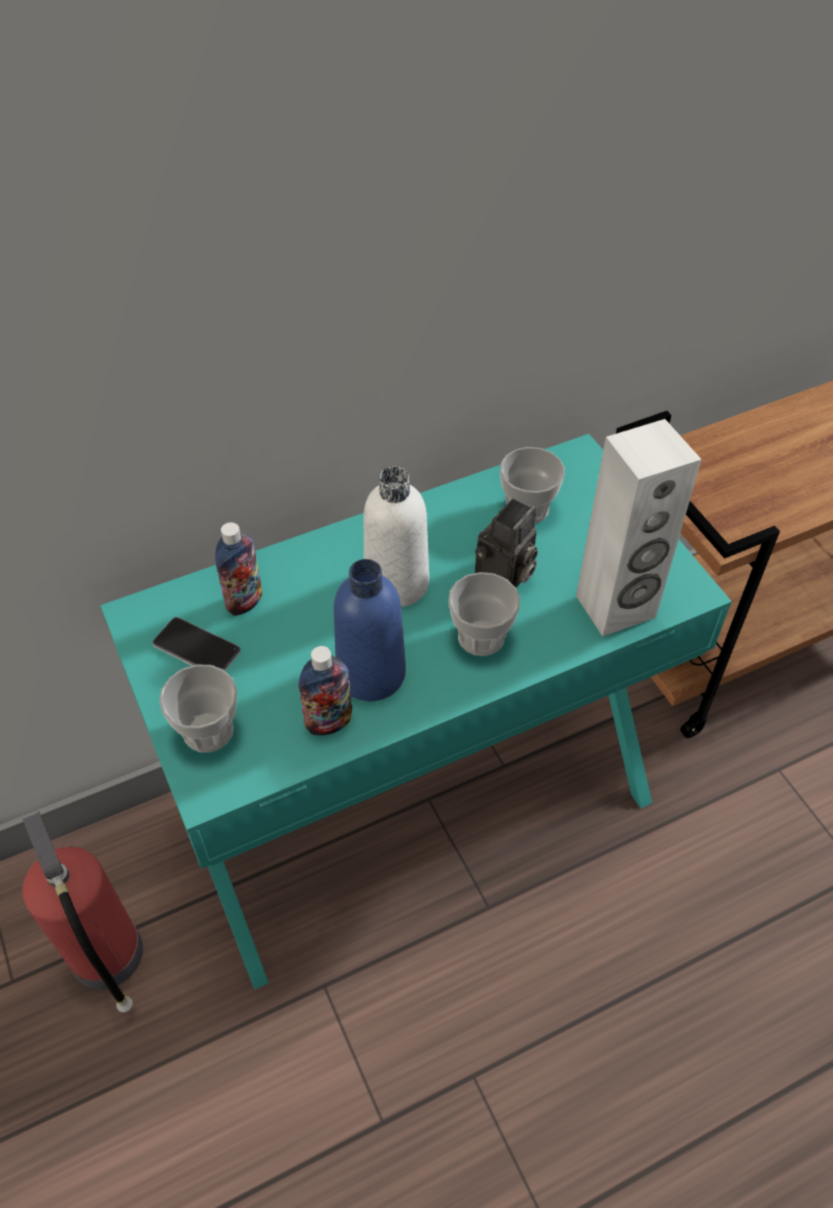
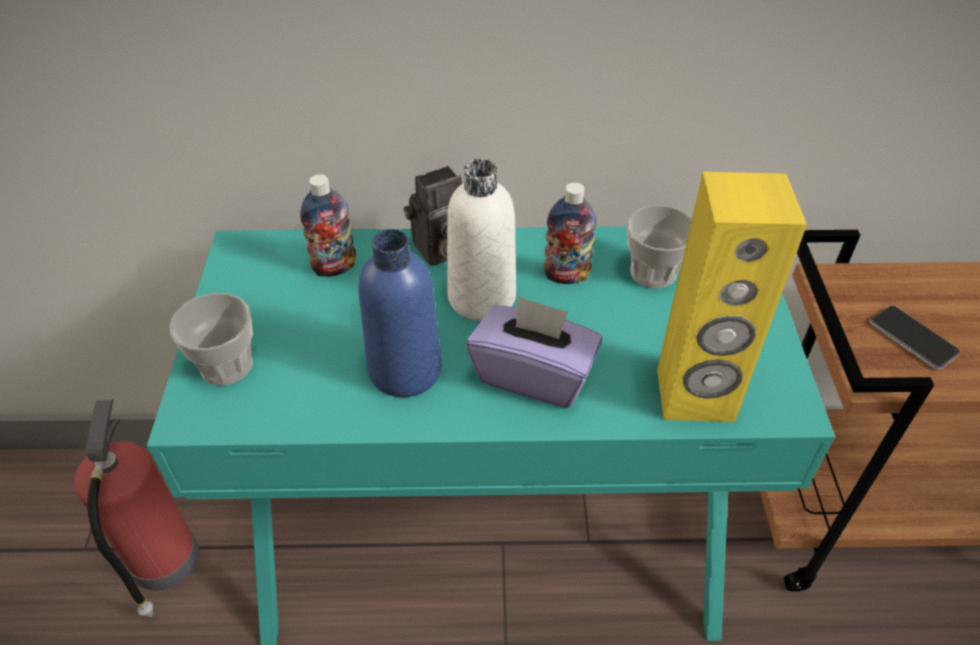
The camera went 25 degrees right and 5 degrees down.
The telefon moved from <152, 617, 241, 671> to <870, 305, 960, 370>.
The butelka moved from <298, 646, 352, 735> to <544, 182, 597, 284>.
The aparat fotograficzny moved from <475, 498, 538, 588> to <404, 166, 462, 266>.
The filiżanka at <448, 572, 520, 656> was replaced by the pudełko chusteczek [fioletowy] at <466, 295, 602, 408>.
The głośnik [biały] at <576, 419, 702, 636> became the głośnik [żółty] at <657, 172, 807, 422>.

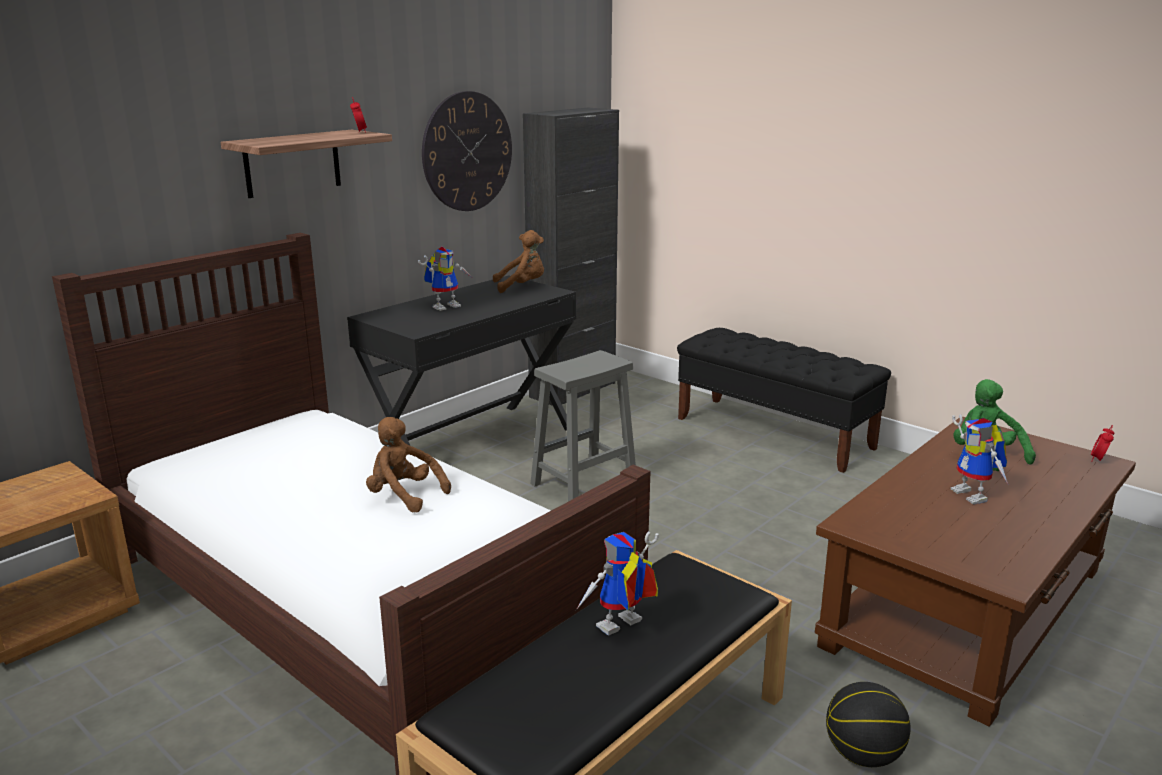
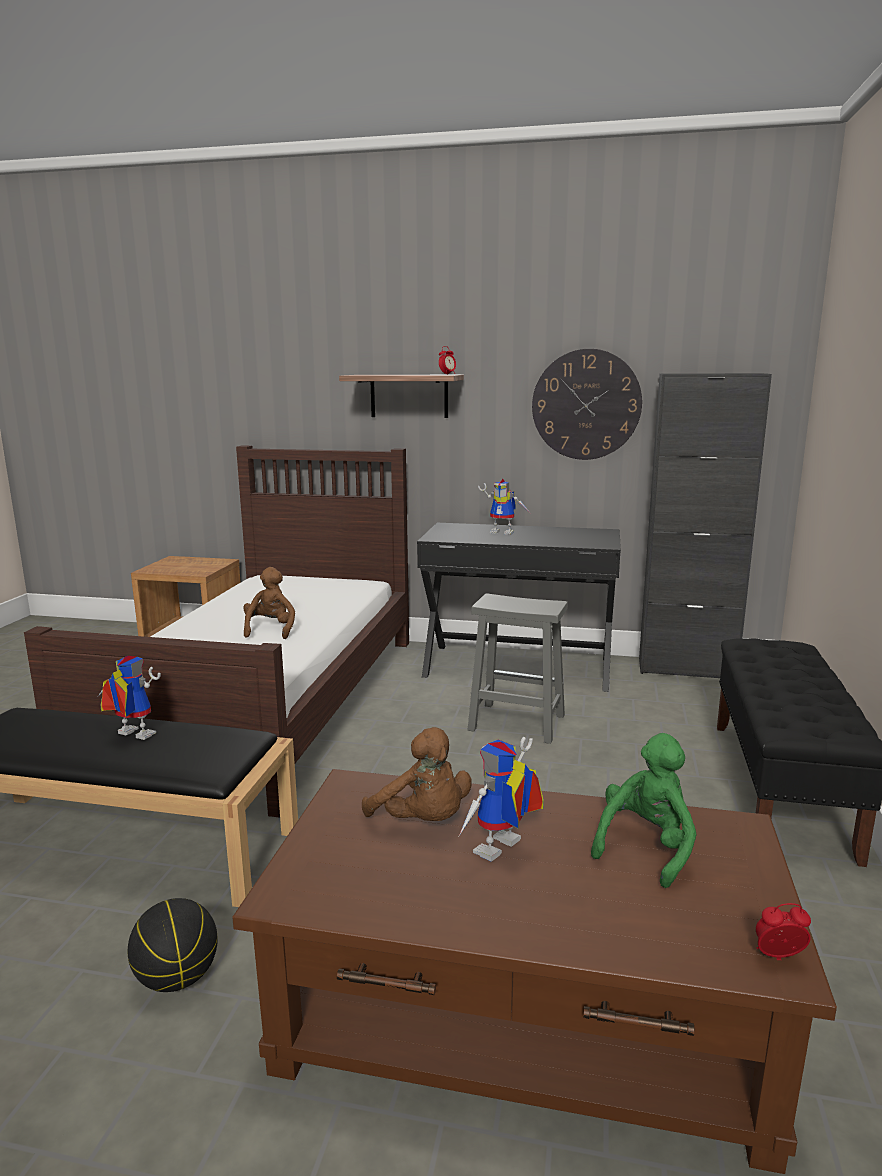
The camera went 60 degrees right and 5 degrees down.
The pluszak [brązowy] moved from <493, 230, 544, 293> to <362, 727, 472, 821>.

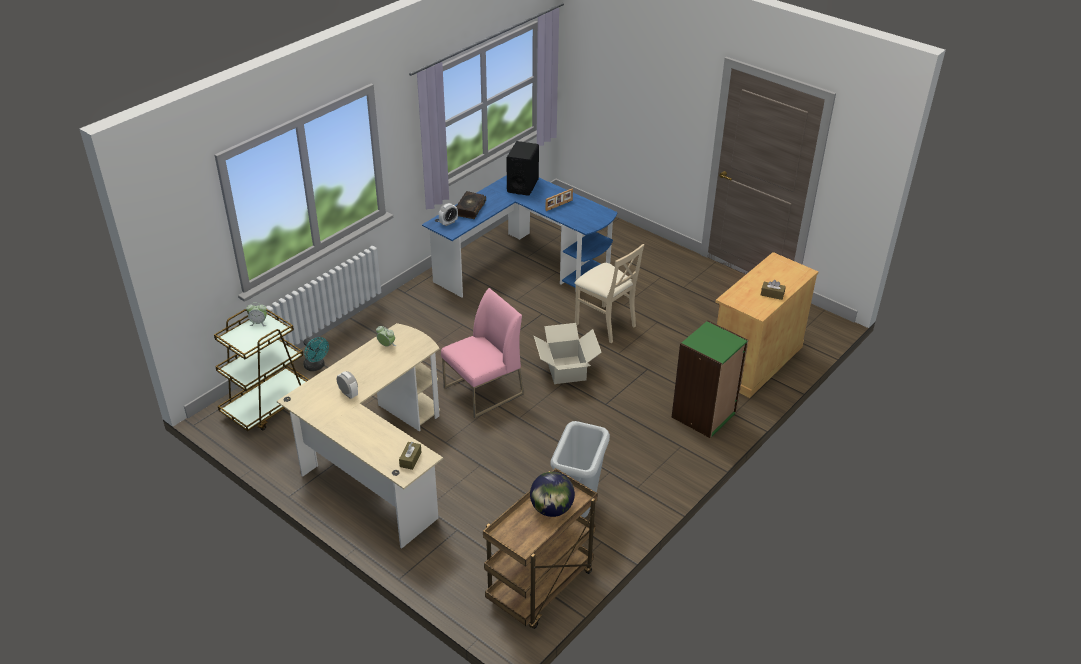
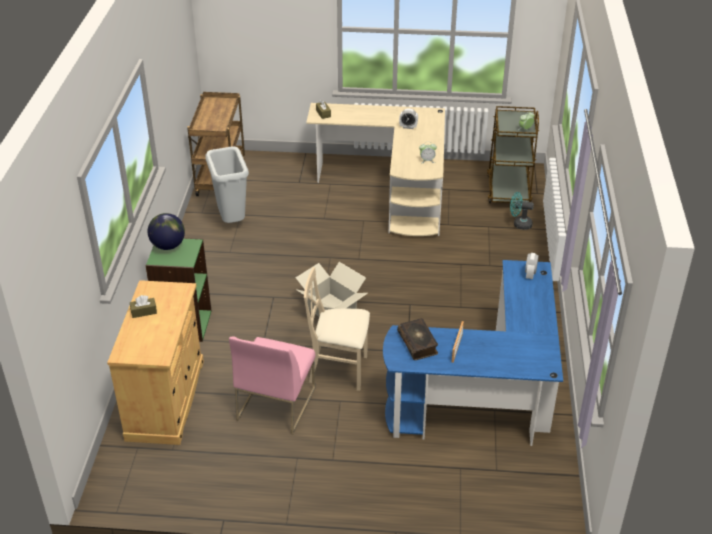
The camera went 145 degrees right and 0 degrees up.
The głośnik [czarny] at <506, 141, 539, 196> disappeared.
The krzesło [różowy] moved from <441, 288, 524, 418> to <229, 336, 315, 434>.
The książka moved from <456, 191, 486, 219> to <397, 318, 438, 360>.
The globus moved from <530, 471, 575, 517> to <148, 213, 185, 250>.

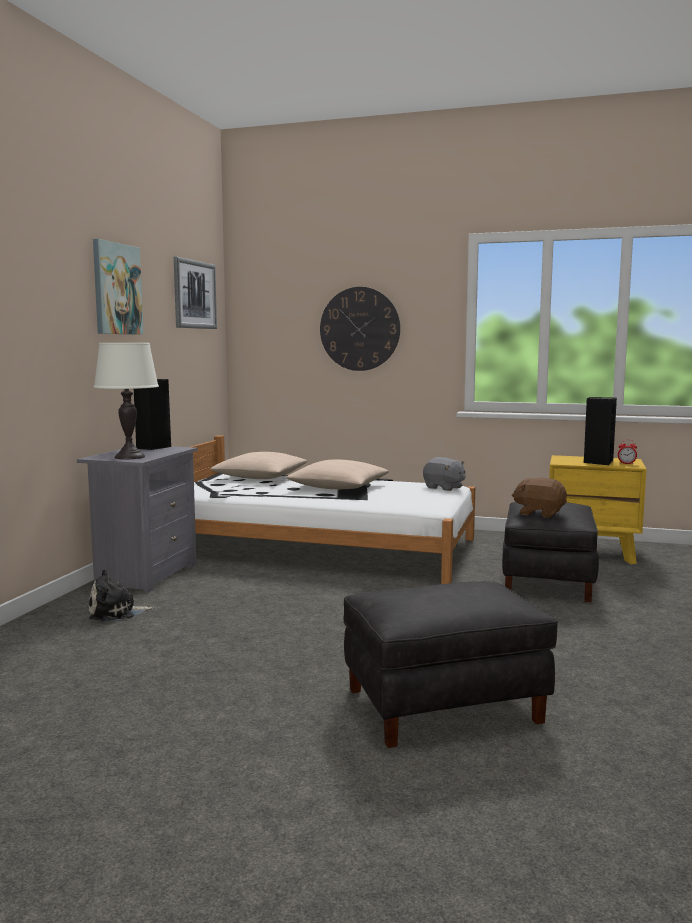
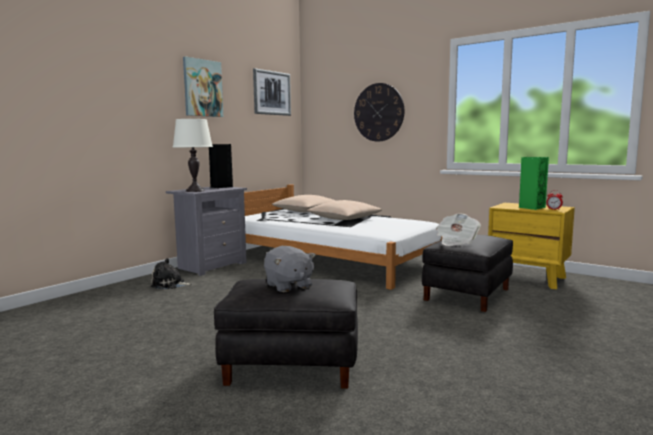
The camera went 20 degrees right and 0 degrees up.
The pluszak [szary] moved from <423, 457, 466, 491> to <264, 246, 316, 292>.
The pluszak [brązowy] at <512, 478, 567, 518> was replaced by the gazeta at <436, 213, 481, 246>.
The głośnik [czarny] at <584, 397, 617, 465> became the głośnik [zielony] at <519, 157, 549, 210>.

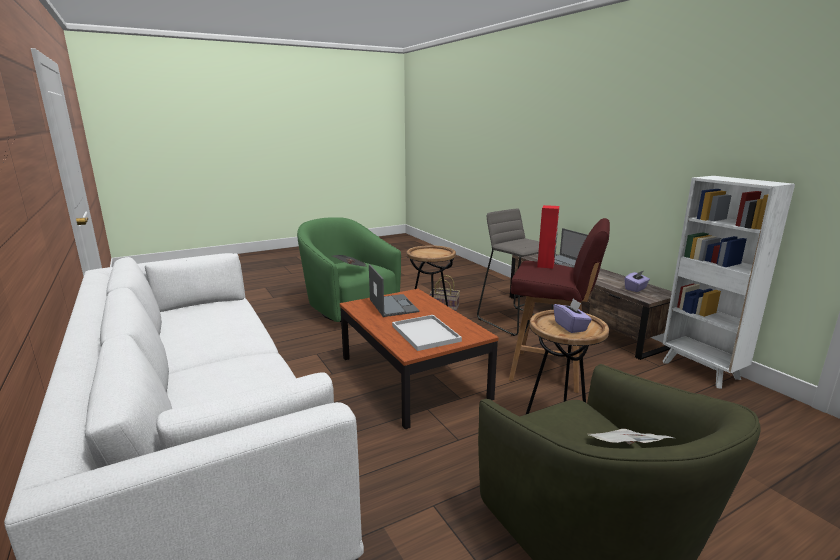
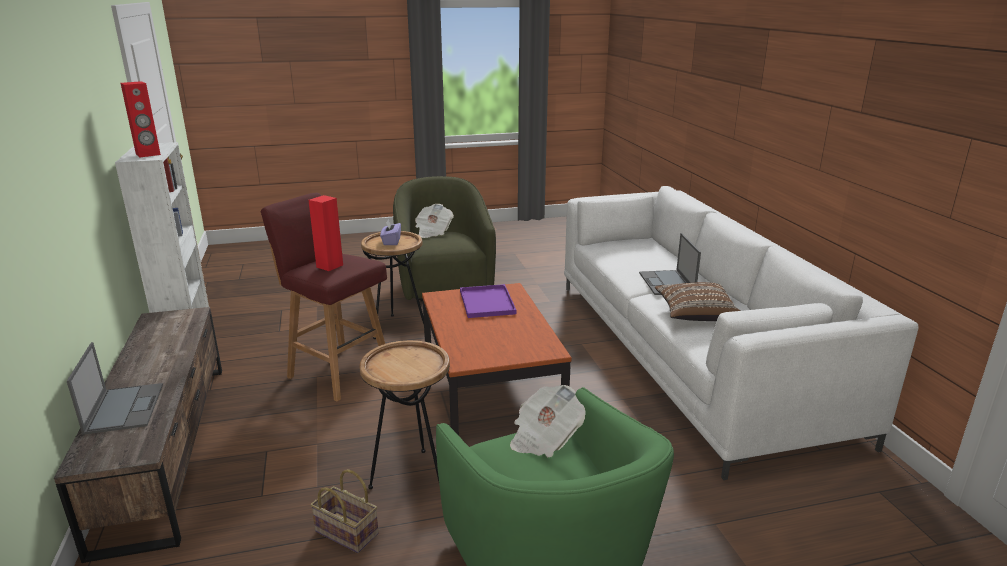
The camera went 165 degrees left and 5 degrees up.
The stołek [szary] at <477, 209, 553, 336> disappeared.
The pudełko chusteczek [fioletowy] at <625, 271, 650, 292> disappeared.
The głośnik [czerwony] at <121, 81, 161, 157> appeared.
The poduszka [brązowy] at <655, 282, 740, 321> appeared.
The laptop moved from <369, 264, 419, 317> to <639, 233, 701, 295>.
The taca [biały] at <392, 315, 462, 351> became the taca [fioletowy] at <460, 284, 516, 318>.

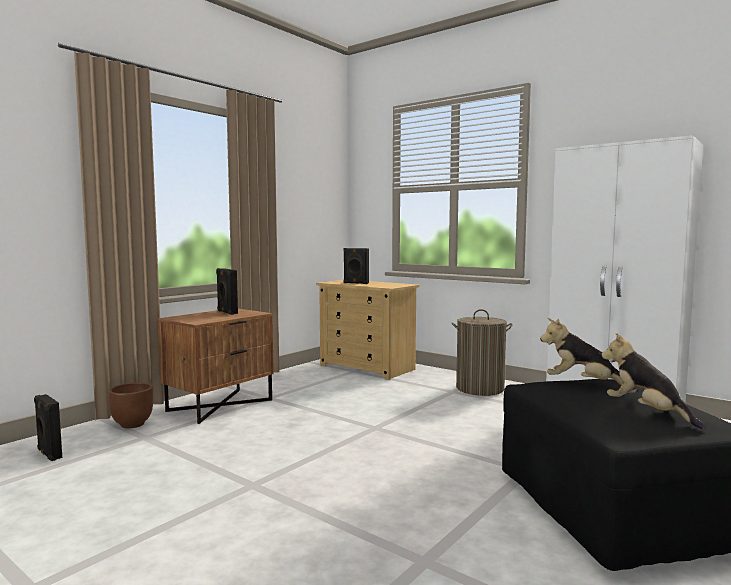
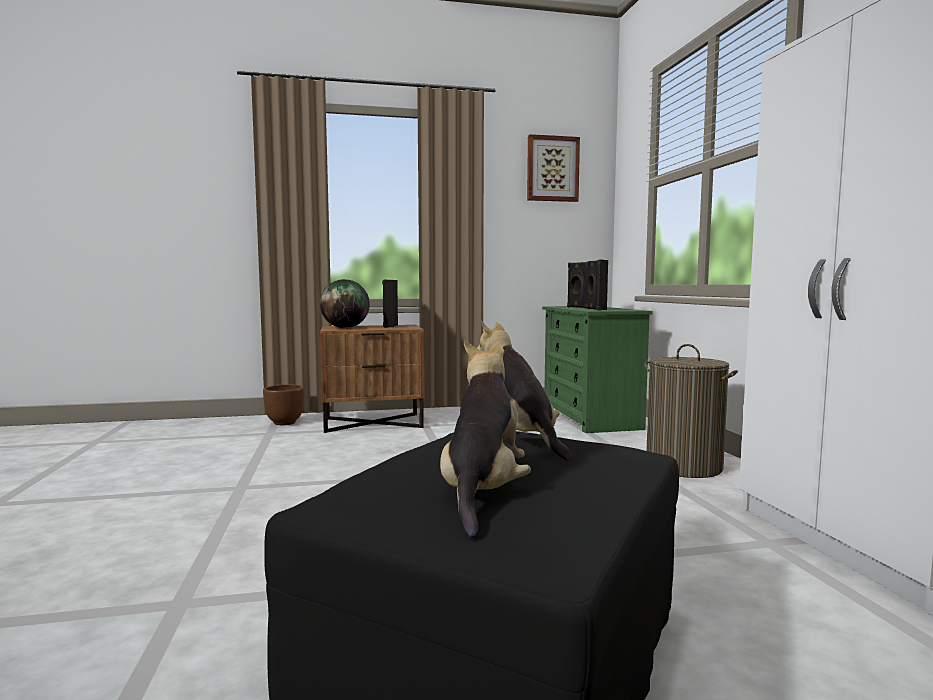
The camera went 40 degrees right and 0 degrees up.
The globus at <320, 279, 370, 328> appeared.
The obraz at <527, 134, 580, 202> appeared.
The głośnik [czarny] moved from <34, 394, 62, 461> to <586, 259, 608, 310>.
The komoda [beżowy] at <316, 280, 419, 379> became the komoda [zielony] at <542, 306, 653, 433>.

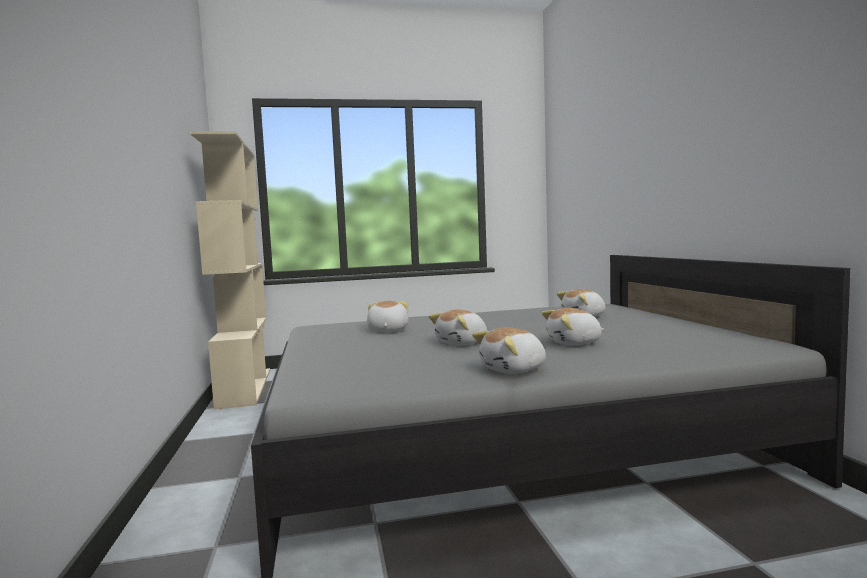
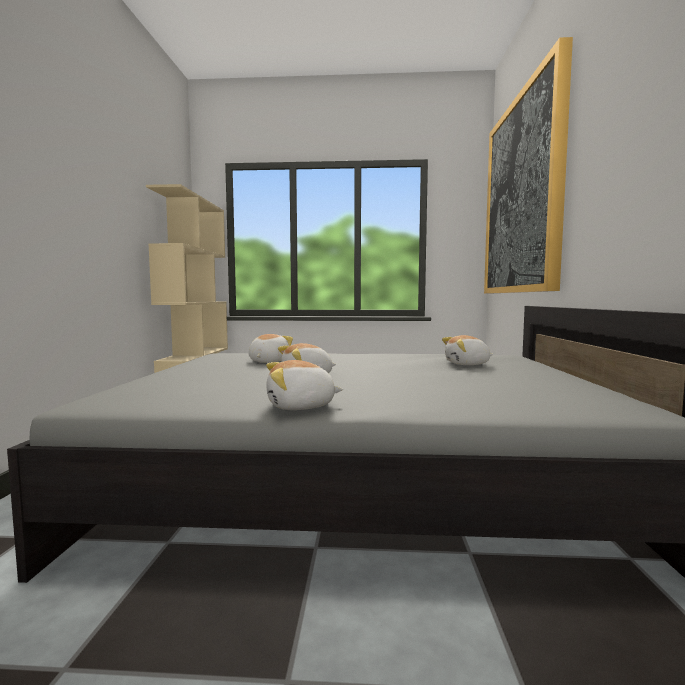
The camera went 15 degrees right and 0 degrees up.
The pluszak at <542, 308, 605, 345> disappeared.
The obraz at <484, 37, 573, 293> appeared.

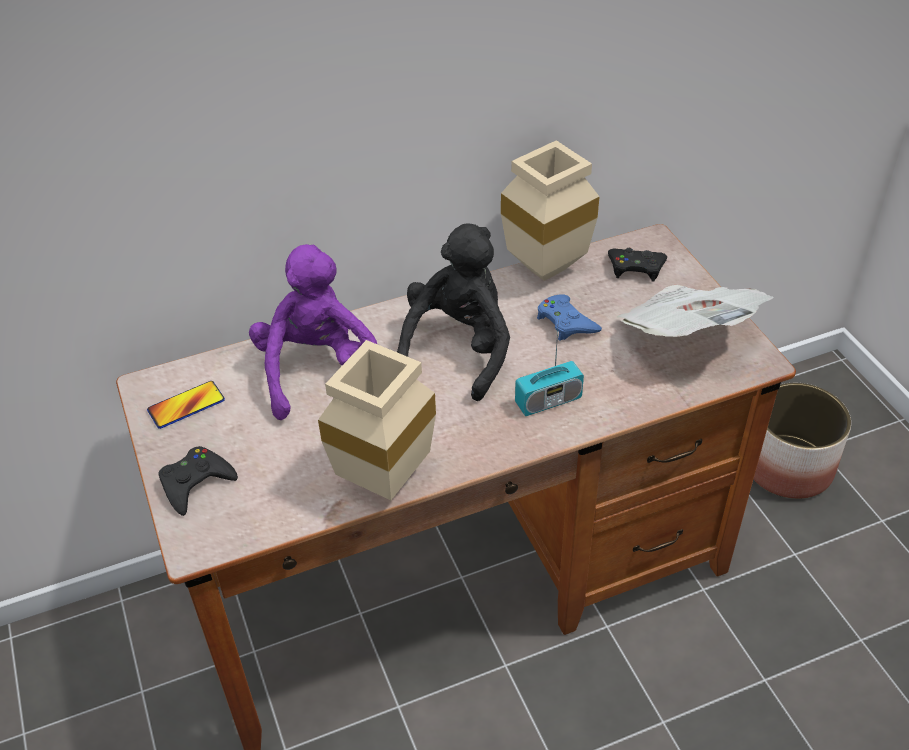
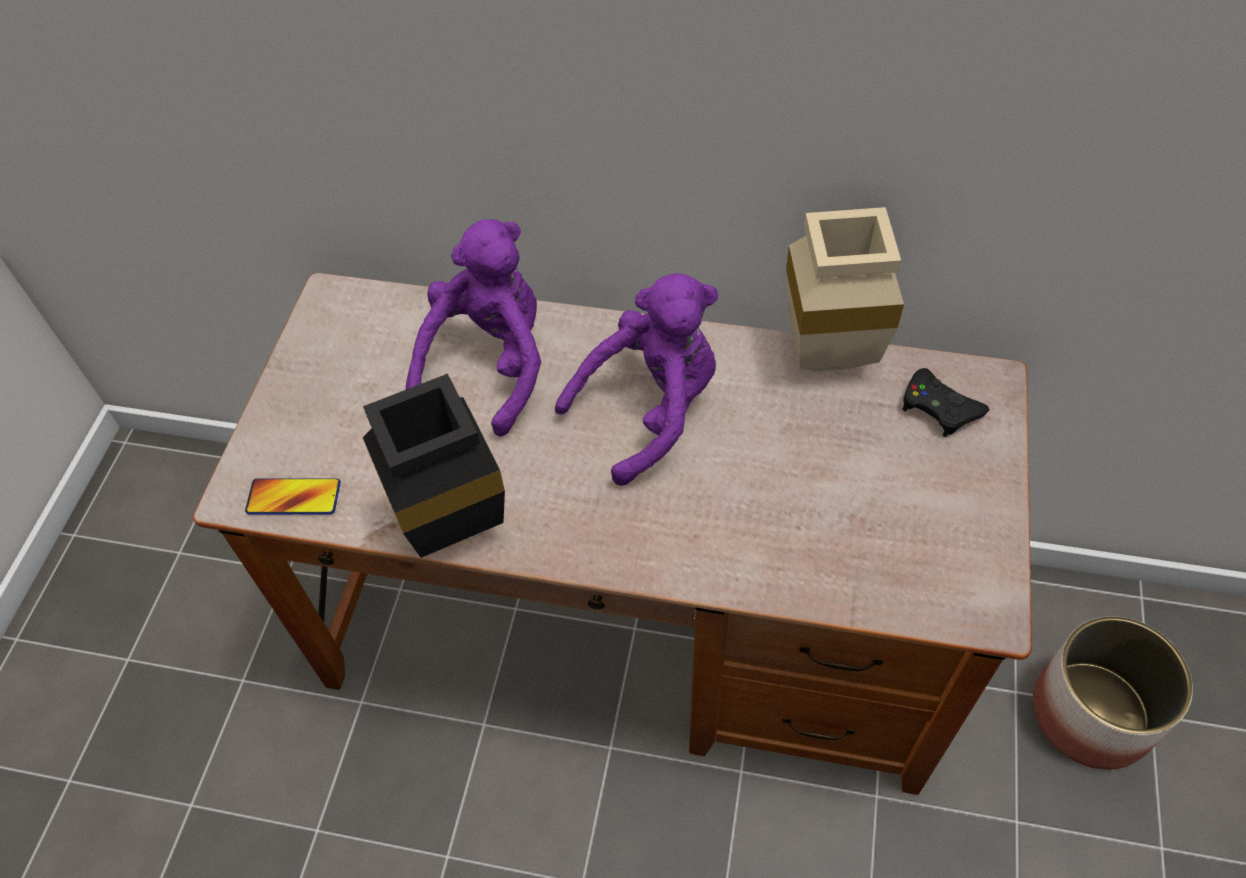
The camera went 35 degrees right and 10 degrees up.
The pad do gier [czarny] at <158, 446, 238, 516> disappeared.
The radio at <515, 319, 584, 416> disappeared.
The pad do gier [niebieski] at <537, 294, 602, 341> disappeared.
The gazeta at <616, 285, 773, 337> disappeared.
The telefon moved from <147, 381, 225, 429> to <245, 478, 341, 514>.
The wazon [beżowy] at <318, 340, 436, 500> became the wazon [czarny] at <363, 374, 505, 558>.
The pluszak [czarny] at <397, 224, 510, 401> became the pluszak [fioletowy] at <555, 273, 719, 486>.

